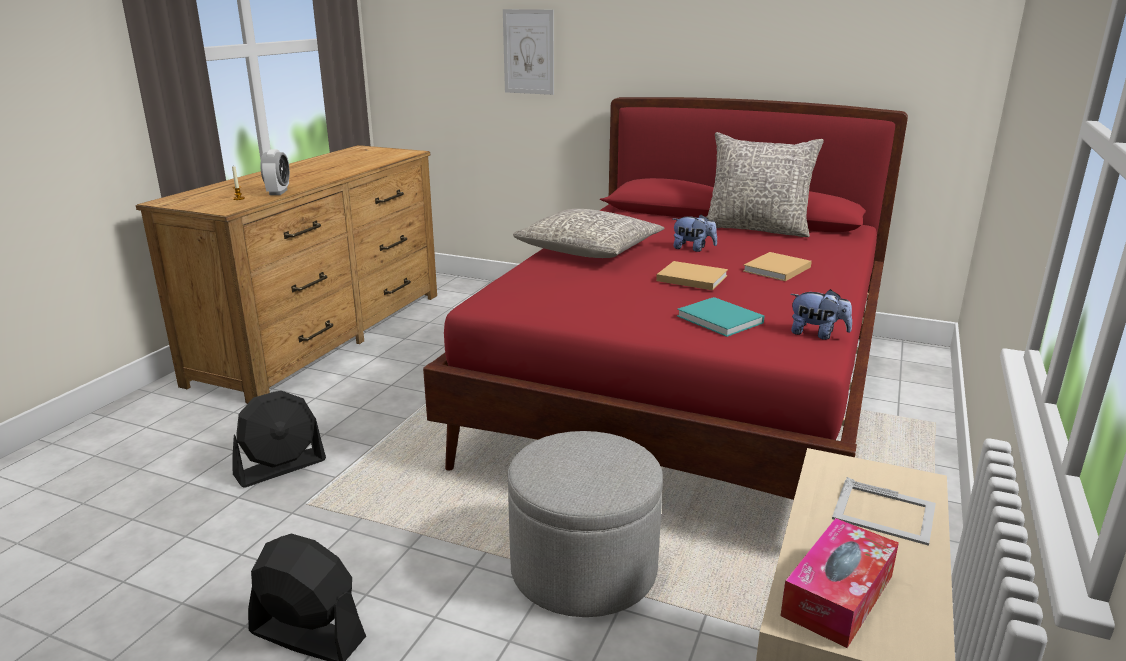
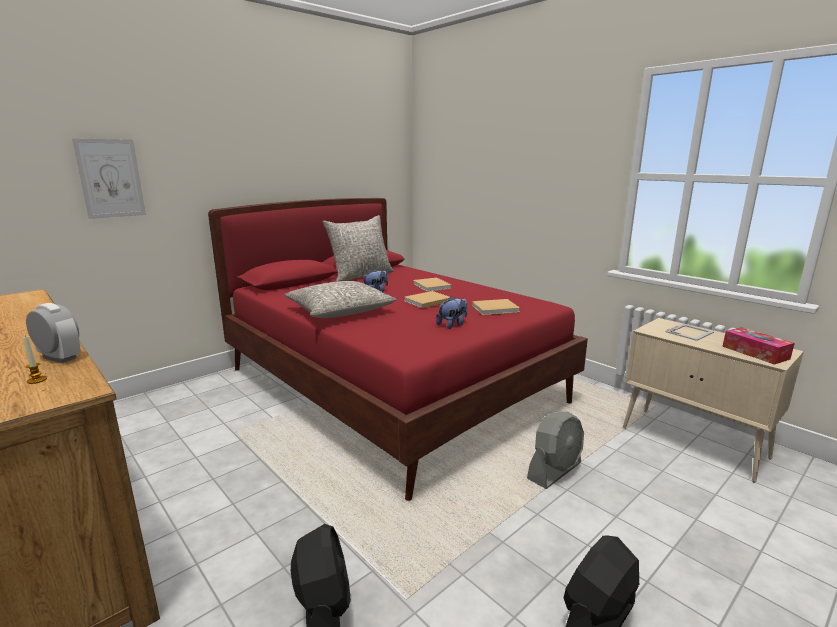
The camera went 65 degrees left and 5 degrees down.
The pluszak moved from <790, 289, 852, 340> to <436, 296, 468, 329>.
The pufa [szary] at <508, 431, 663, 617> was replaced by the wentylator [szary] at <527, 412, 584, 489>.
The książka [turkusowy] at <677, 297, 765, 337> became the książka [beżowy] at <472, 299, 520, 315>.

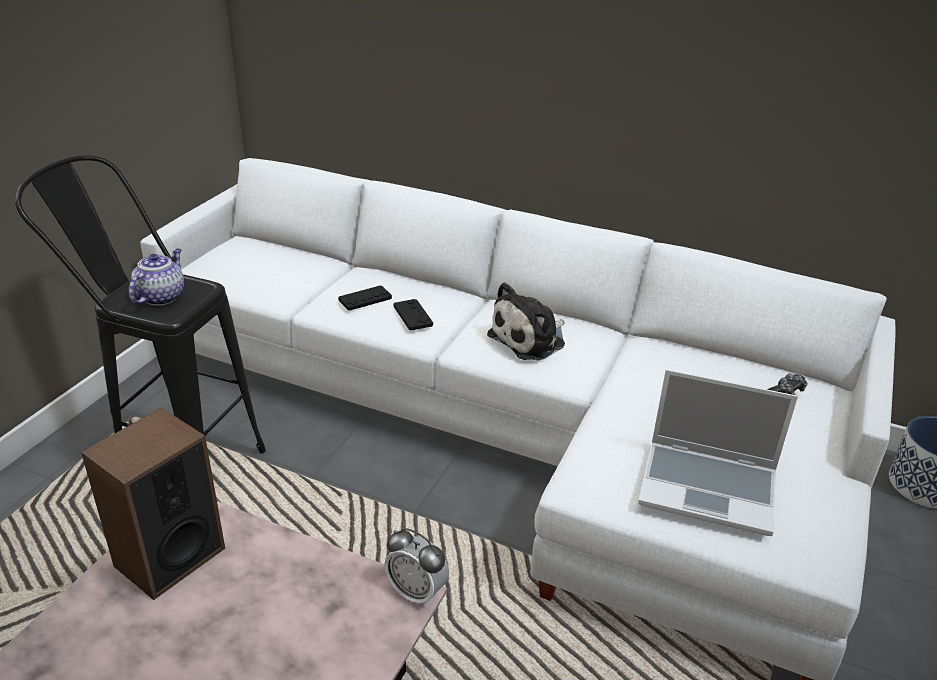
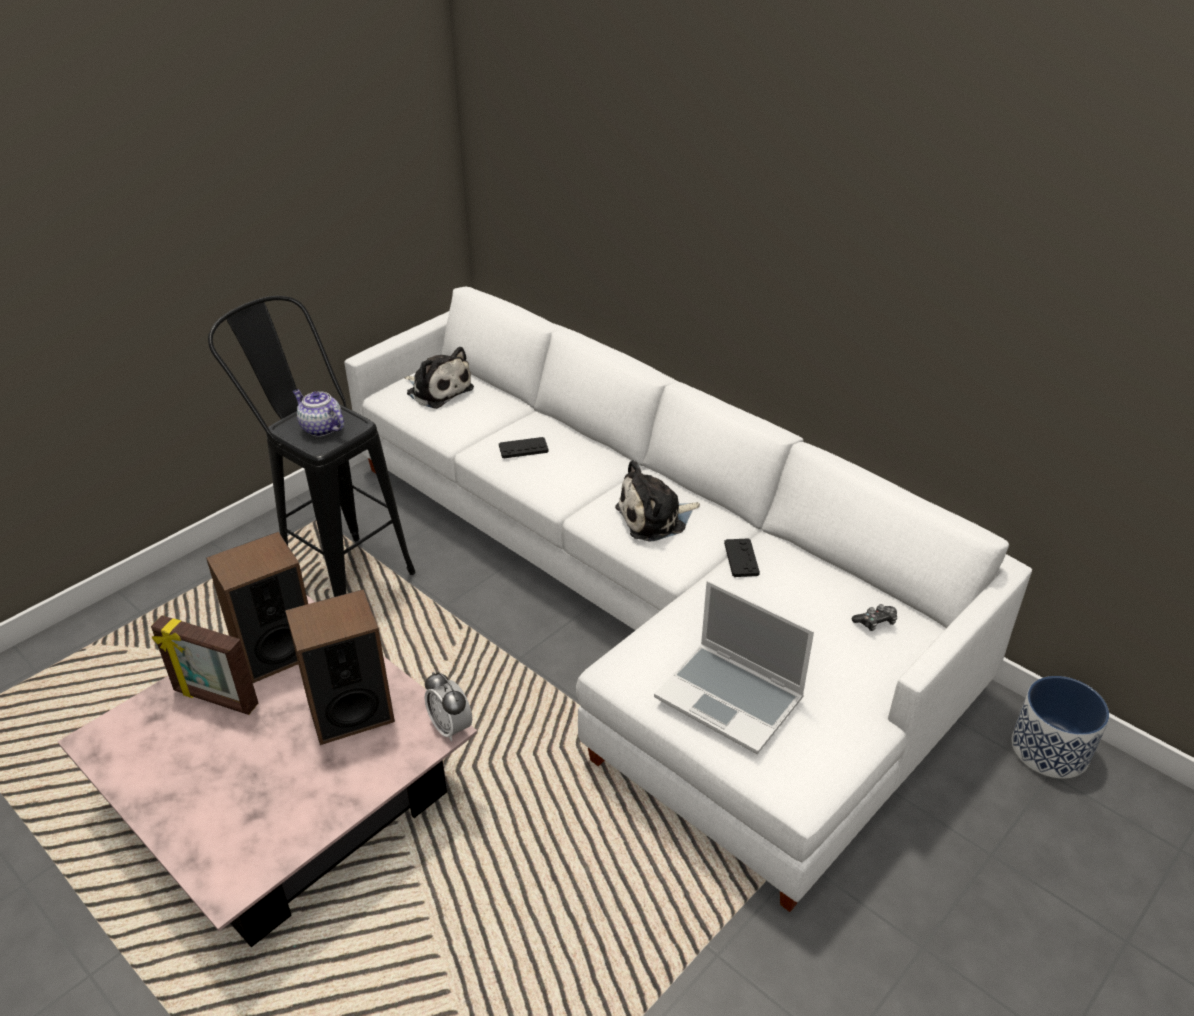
The camera went 20 degrees right and 5 degrees up.
The ramka na zdjęcie at <151, 615, 258, 715> appeared.
The głośnik at <285, 589, 395, 745> appeared.
The pluszak at <404, 347, 474, 409> appeared.
The pad do gier [czarny] moved from <394, 299, 433, 331> to <724, 538, 760, 577>.
The imbryk at <129, 249, 184, 306> turned 90 degrees counterclockwise.

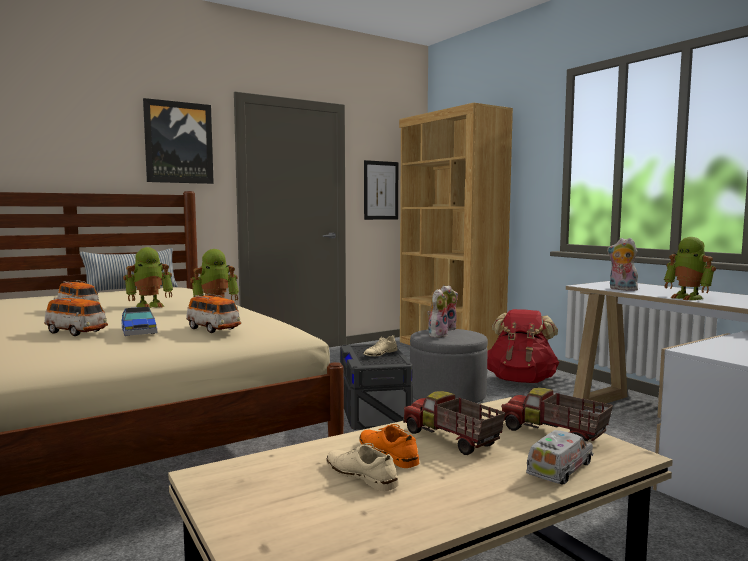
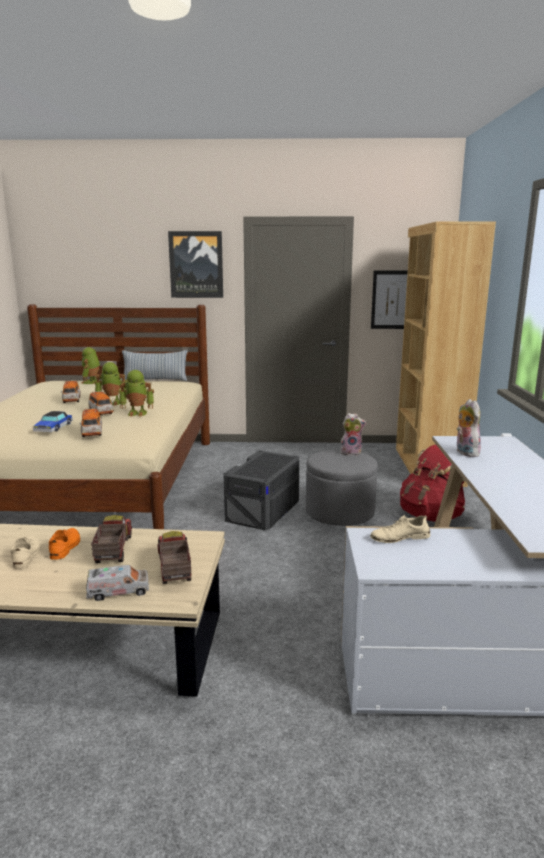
The camera went 35 degrees right and 10 degrees up.
The pluszak at <427, 289, 448, 338> disappeared.
The samochodzik moved from <44, 296, 108, 336> to <88, 390, 114, 415>.
The but [beżowy] moved from <364, 335, 398, 356> to <370, 515, 430, 543>.
The robot zabawkowy moved from <664, 237, 716, 300> to <82, 347, 100, 384>.

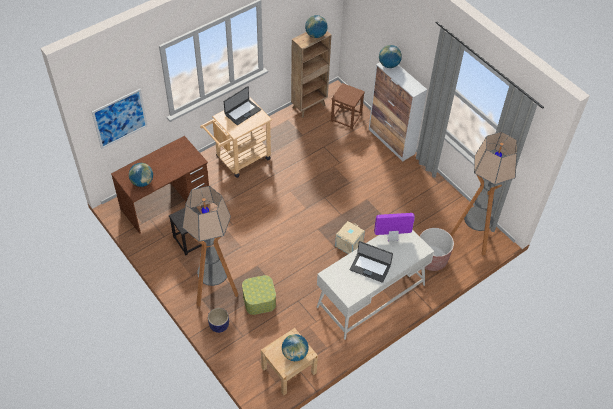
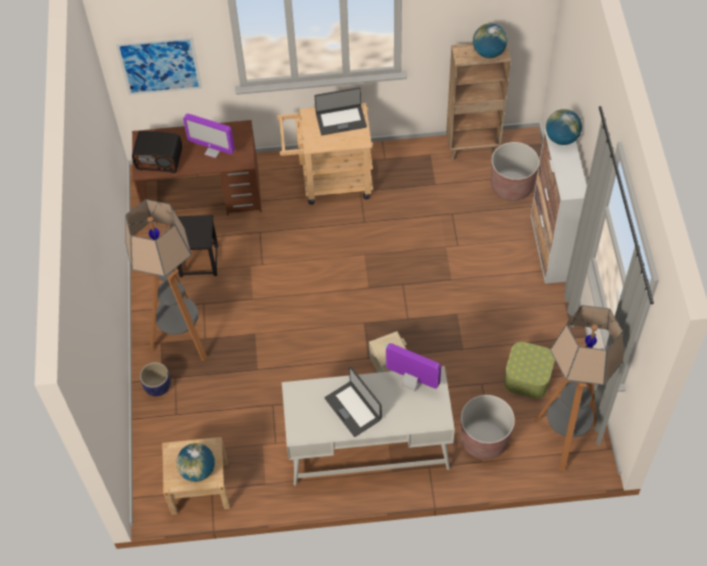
The camera went 35 degrees right and 5 degrees up.
The monitor at <183, 113, 235, 158> appeared.
The pojemnik do przechowywania moved from <242, 275, 276, 315> to <504, 342, 555, 399>.
The globus at <129, 163, 153, 187> was replaced by the radio at <132, 131, 182, 173>.
The stołek [brązowy] at <331, 83, 365, 129> was replaced by the donica [brązowy] at <491, 142, 539, 201>.

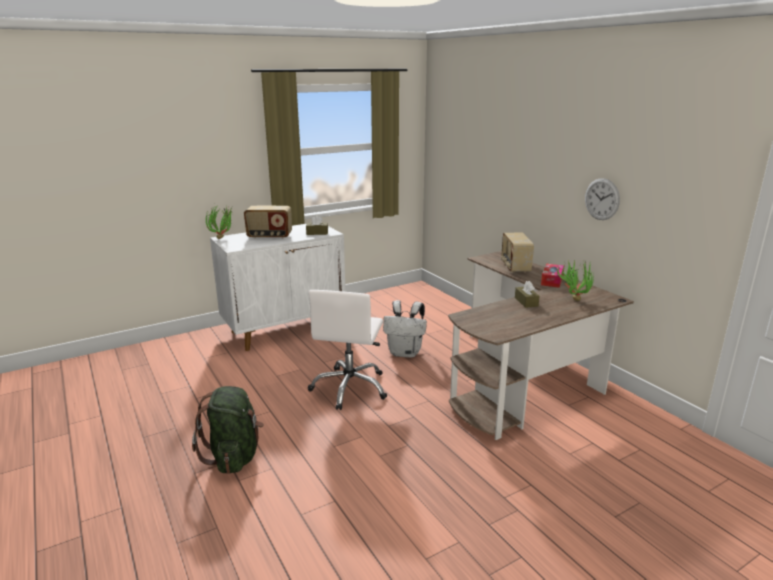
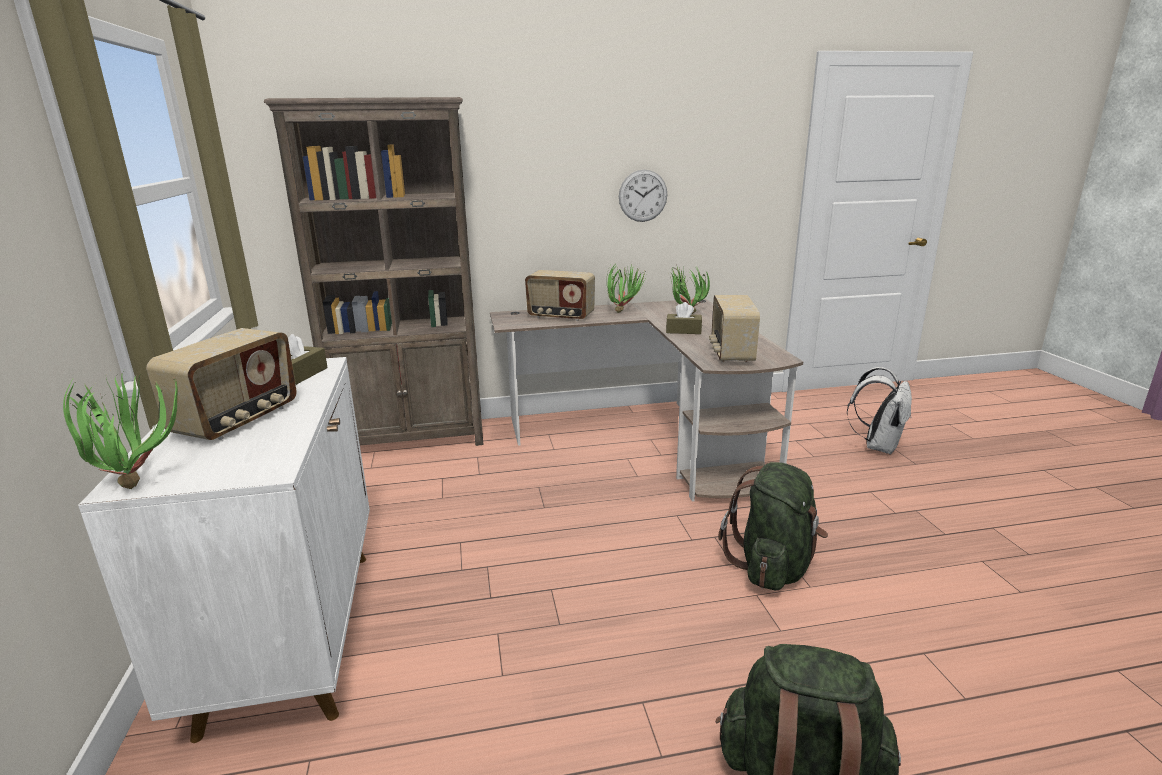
The camera went 70 degrees left and 0 degrees up.
The krzesło biurowe [biały] at <308, 290, 387, 410> disappeared.
The regał [brązowy] at <264, 97, 483, 446> appeared.
The radio at <709, 295, 760, 362> appeared.
The plecak [zielony] at <719, 462, 828, 590> appeared.
The plecak [biały] moved from <383, 300, 427, 358> to <847, 367, 912, 454>.
The pudełko chusteczek at <541, 264, 564, 288> was replaced by the roślina doniczkowa at <607, 265, 646, 313>.

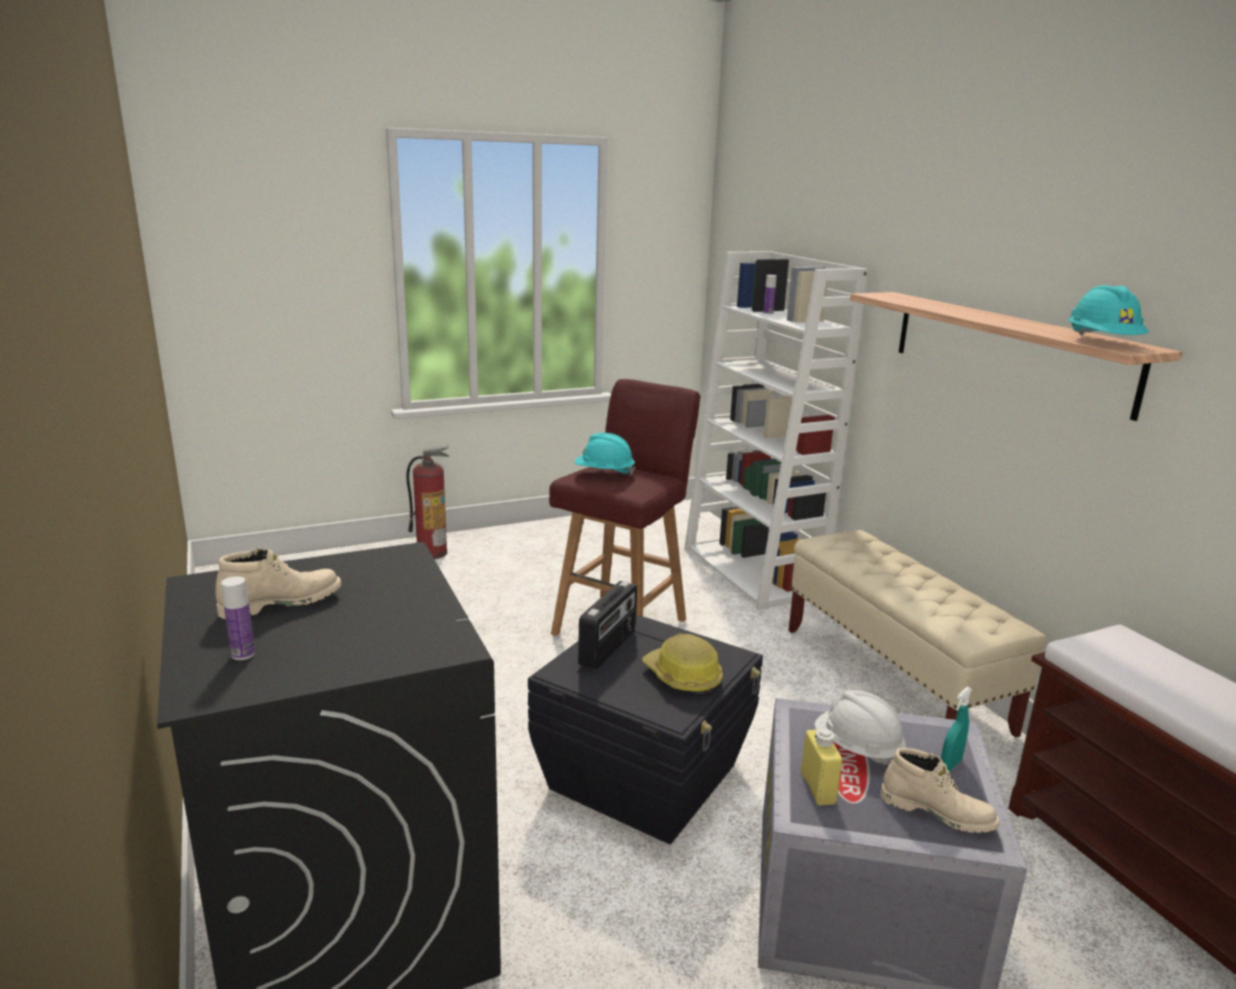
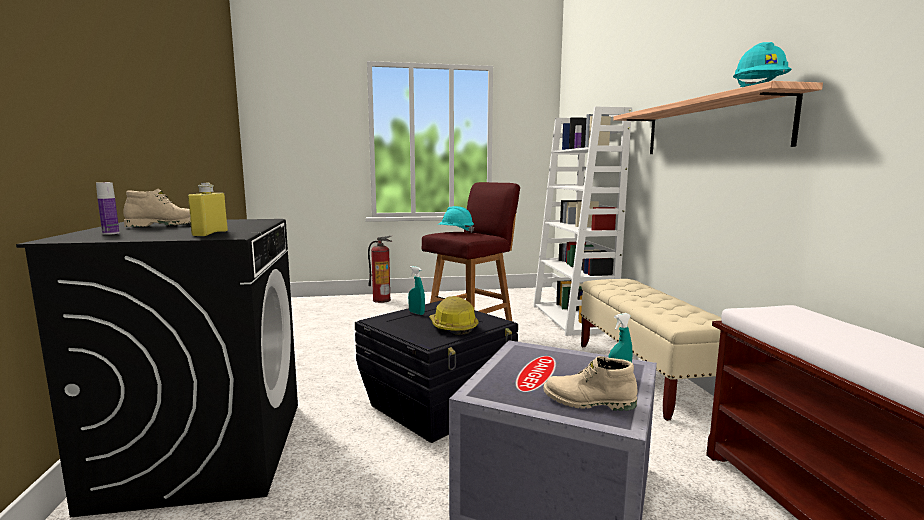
The camera went 15 degrees right and 10 degrees down.
The kask [biały] at <814, 690, 906, 765> disappeared.
The butelka [żółty] moved from <801, 729, 843, 805> to <188, 183, 228, 236>.
The radio at <578, 581, 637, 670> was replaced by the spryskiwacz [turkusowy] at <408, 266, 425, 315>.
The but z cholewką [beżowy] at <880, 748, 999, 833> turned 150 degrees clockwise.

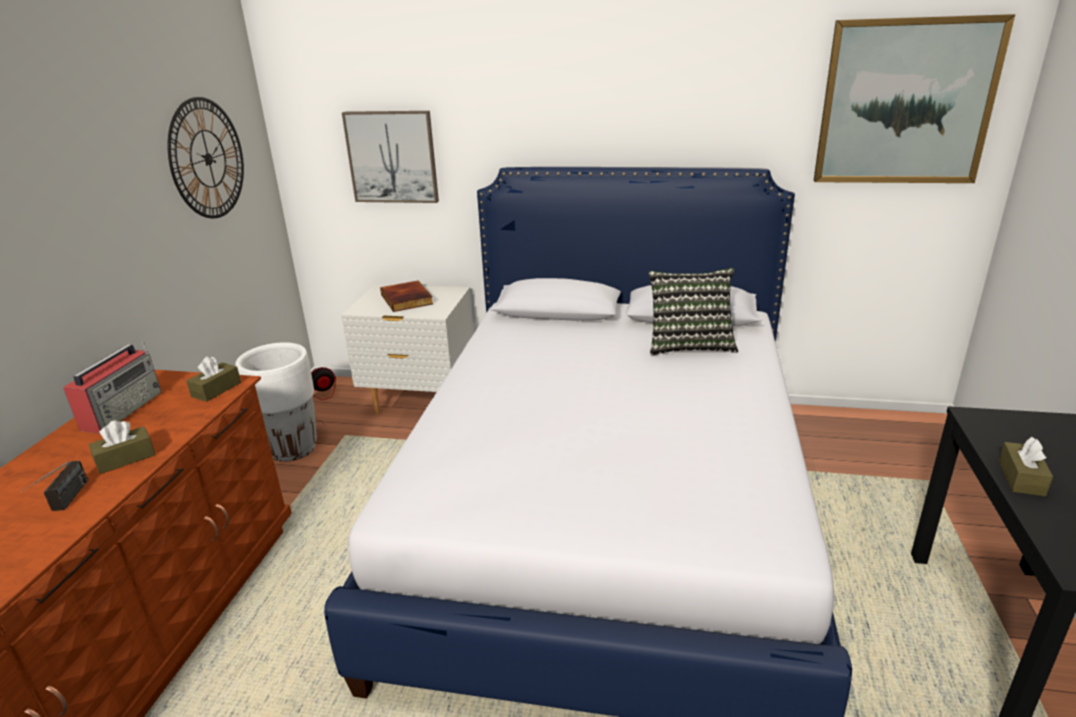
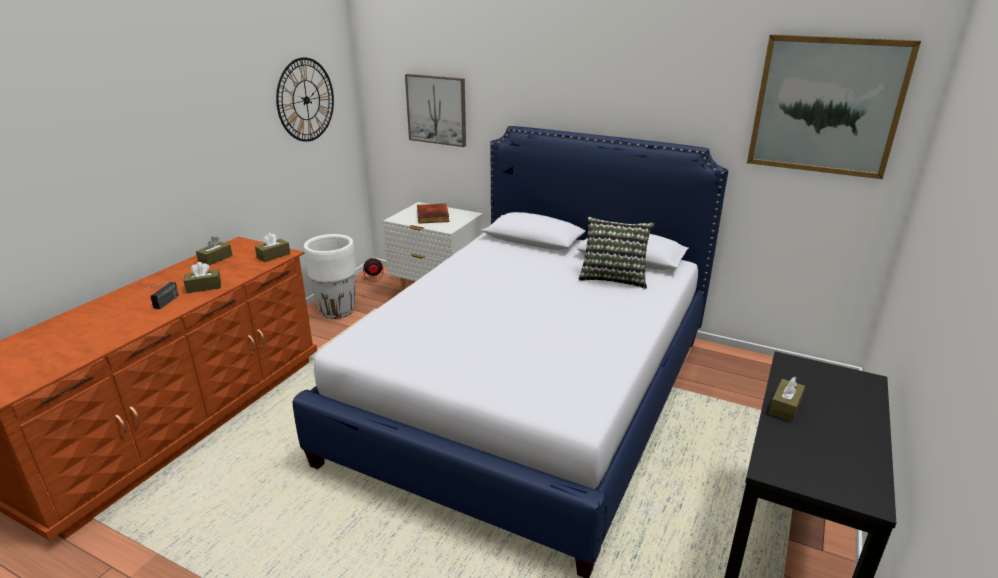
The camera went 15 degrees right and 0 degrees up.
The radio at <63, 341, 161, 433> was replaced by the pudełko chusteczek [brązowy] at <196, 236, 233, 266>.

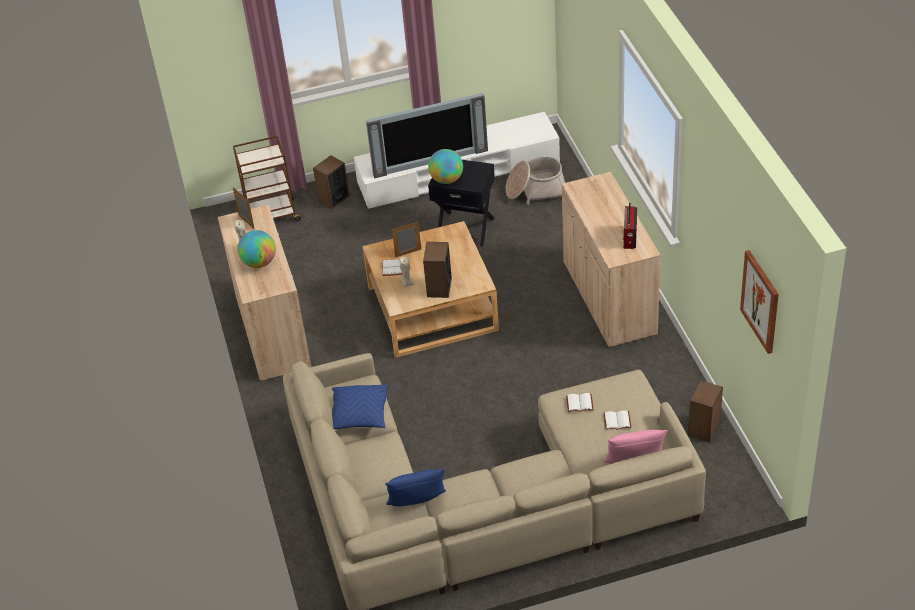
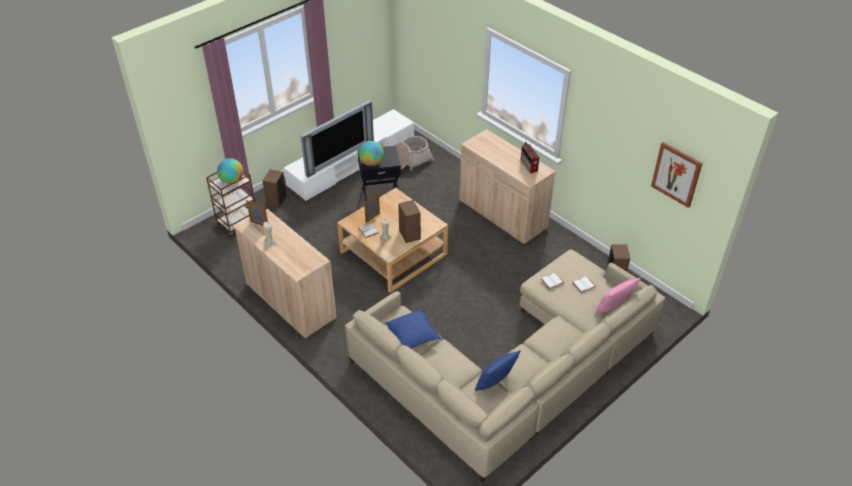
The camera went 30 degrees left and 0 degrees up.
The globus moved from <238, 230, 276, 268> to <217, 158, 244, 184>.

